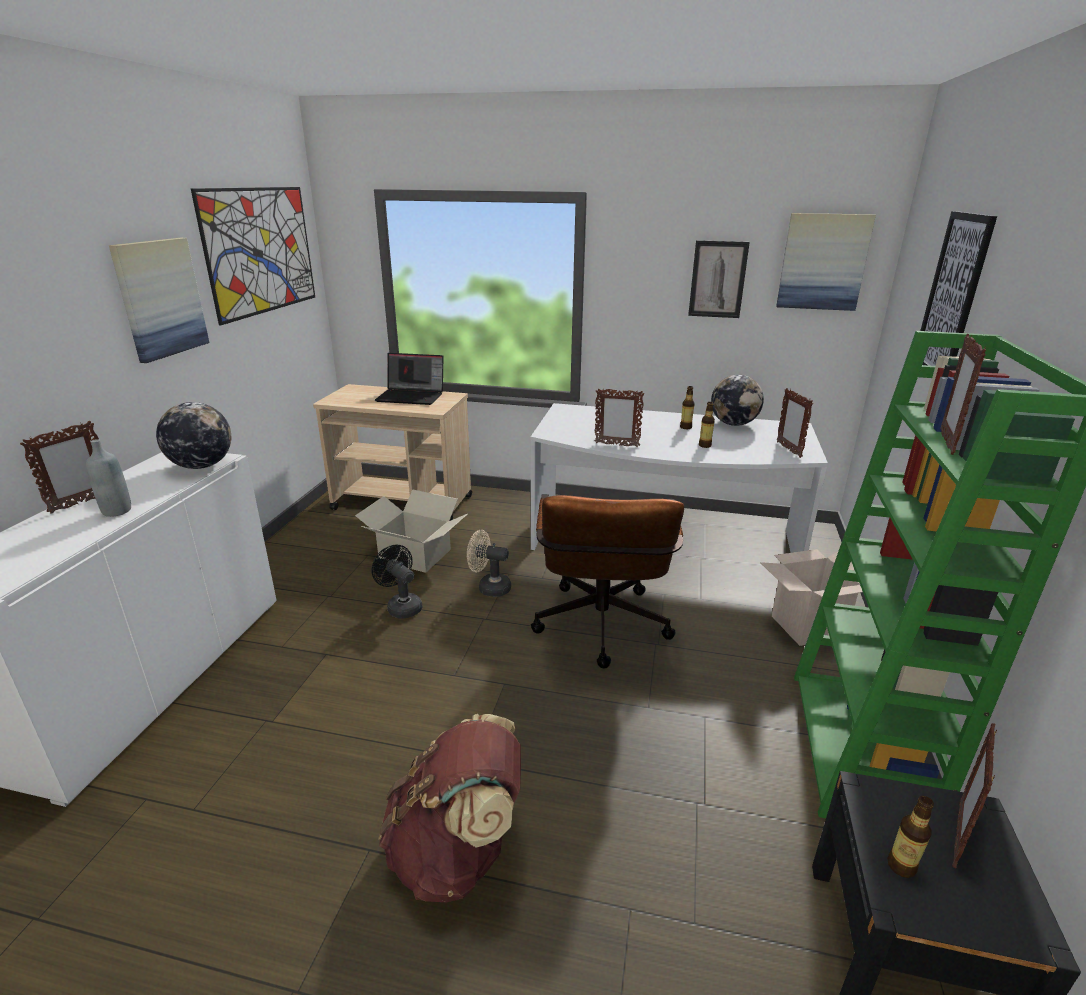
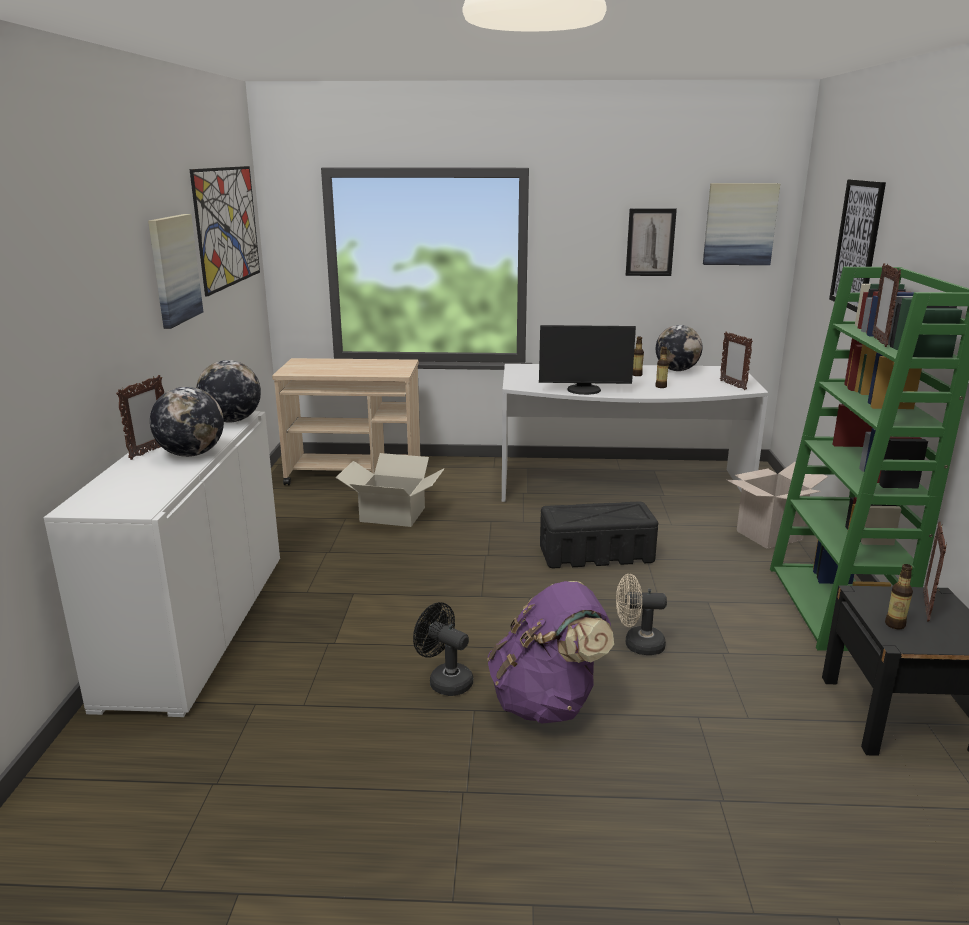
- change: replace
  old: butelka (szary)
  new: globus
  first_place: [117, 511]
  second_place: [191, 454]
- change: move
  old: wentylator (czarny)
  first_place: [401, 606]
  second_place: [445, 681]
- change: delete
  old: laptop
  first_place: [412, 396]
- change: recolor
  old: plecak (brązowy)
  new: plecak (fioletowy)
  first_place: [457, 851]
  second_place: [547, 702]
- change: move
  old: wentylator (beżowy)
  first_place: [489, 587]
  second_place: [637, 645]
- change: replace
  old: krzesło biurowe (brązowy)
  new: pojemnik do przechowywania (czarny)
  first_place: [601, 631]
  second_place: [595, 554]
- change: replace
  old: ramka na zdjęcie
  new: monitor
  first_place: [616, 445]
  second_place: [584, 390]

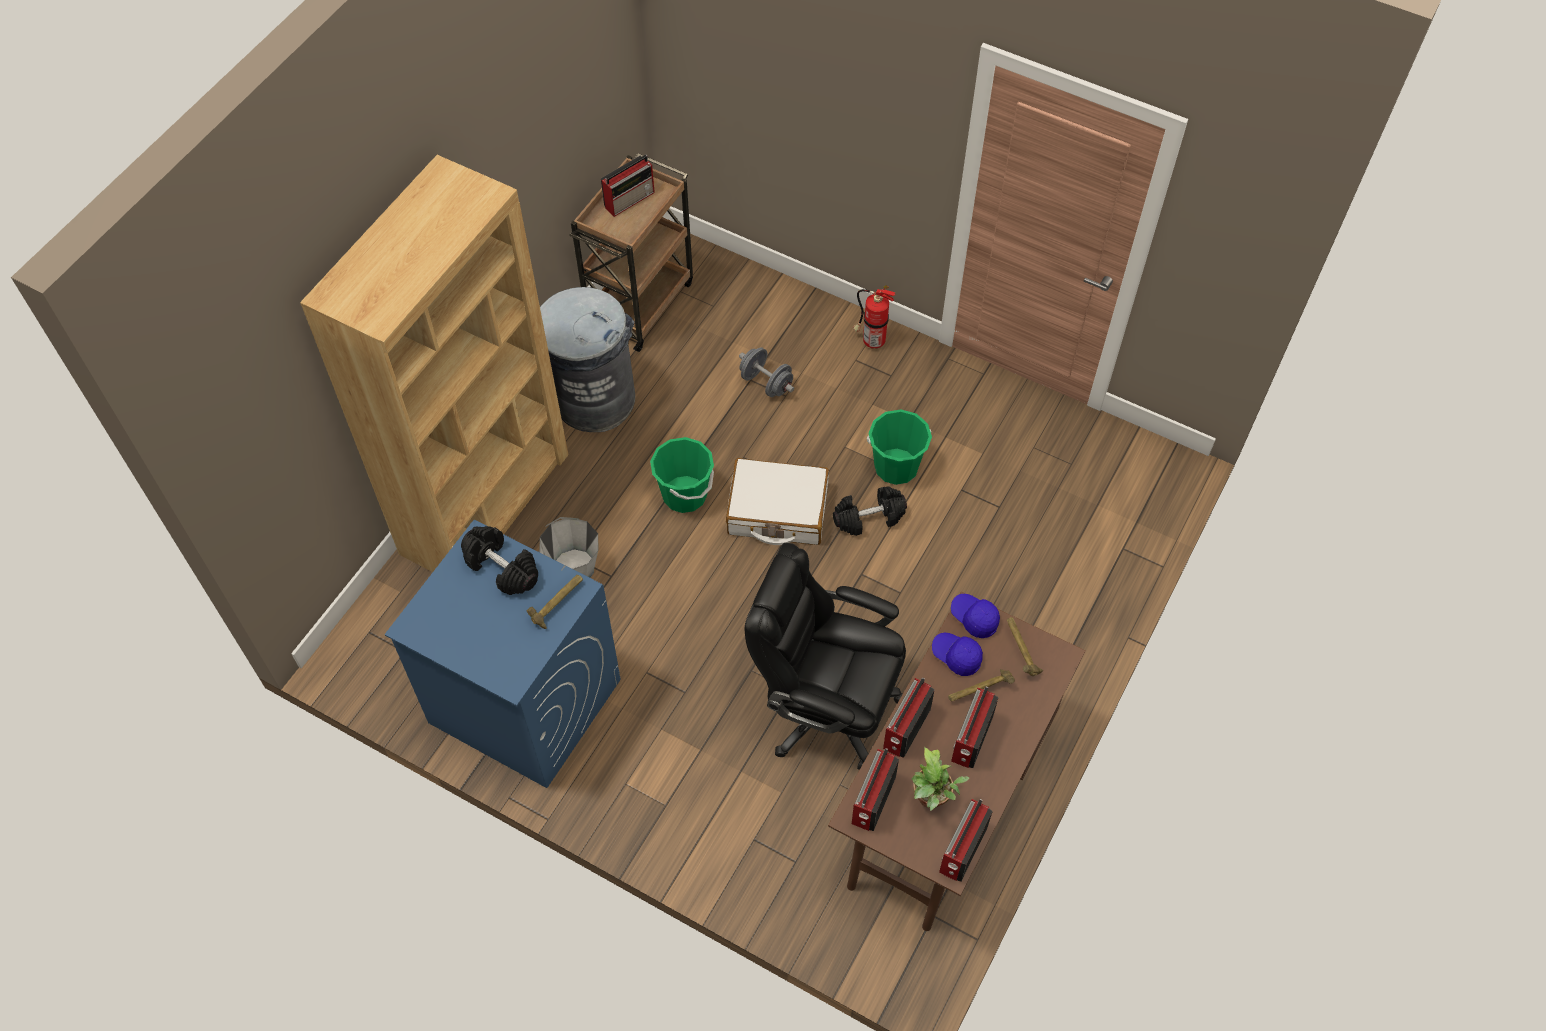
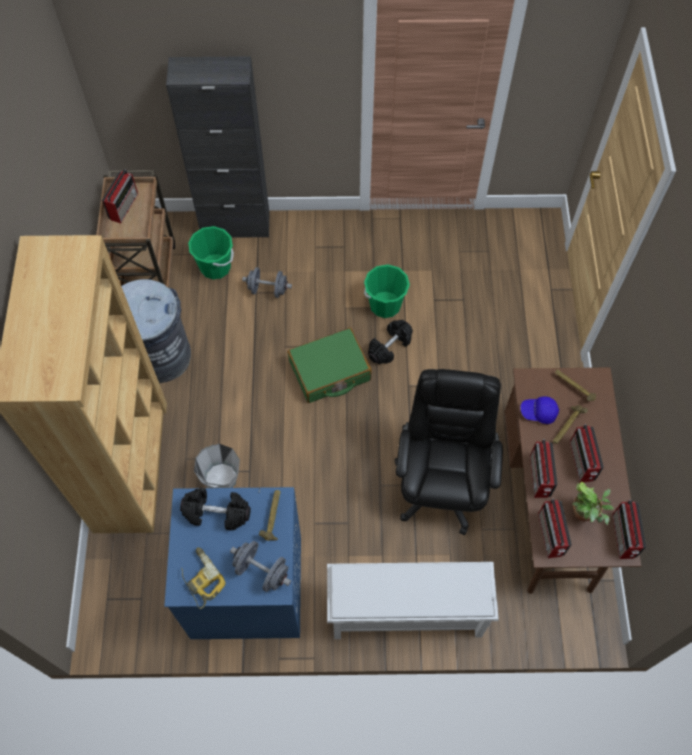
- change: move
  old: wiadro (zielony)
  first_place: [685, 495]
  second_place: [215, 267]
- change: recolor
  old: walizka (biały)
  new: walizka (zielony)
  first_place: [777, 511]
  second_place: [329, 371]
- change: rotate
  old: krzesło biurowe (czarny)
  first_place: [826, 707]
  second_place: [441, 483]
  degrees: 105
- change: delete
  old: gaśnica
  first_place: [871, 341]
- change: delete
  old: czapka z daszkiem (niebieski)
  first_place: [974, 618]
- change: insert
  new: szafka (czarny)
  second_place: [235, 225]
- change: insert
  new: wiertarka
  second_place: [201, 578]
- change: insert
  new: hantel (szary)
  second_place: [261, 571]
- change: insert
  new: regał na buty (biały)
  second_place: [405, 614]

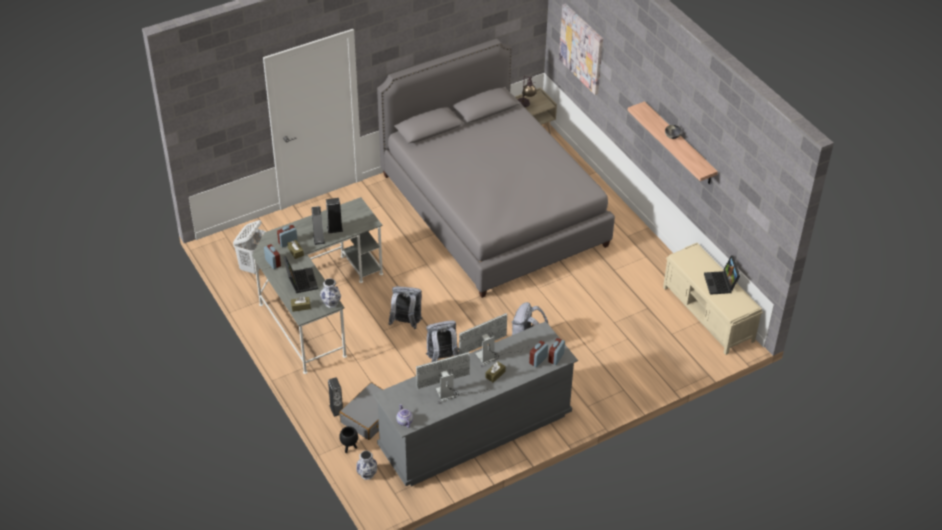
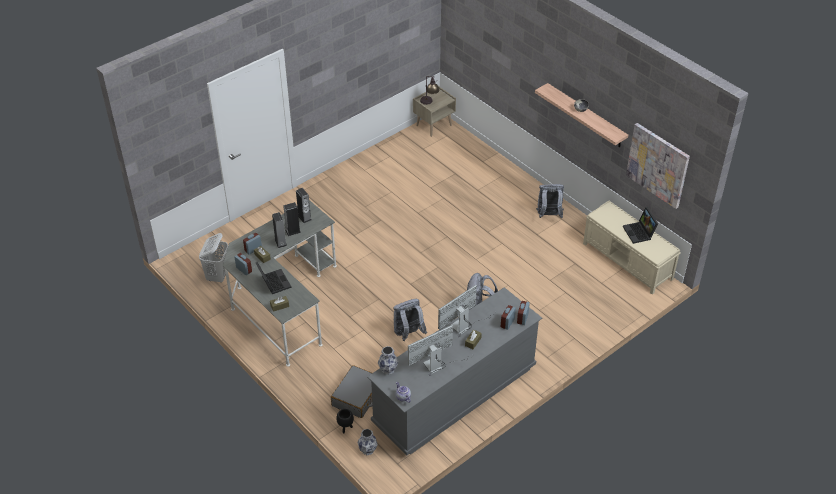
- change: move
  old: wazon
  first_place: [331, 303]
  second_place: [388, 369]
- change: move
  old: głośnik
  first_place: [336, 409]
  second_place: [304, 217]
- change: delete
  old: łóżko (szary)
  first_place: [493, 210]
- change: move
  old: plecak (szary)
  first_place: [406, 323]
  second_place: [548, 215]
- change: move
  old: obraz
  first_place: [582, 48]
  second_place: [658, 165]

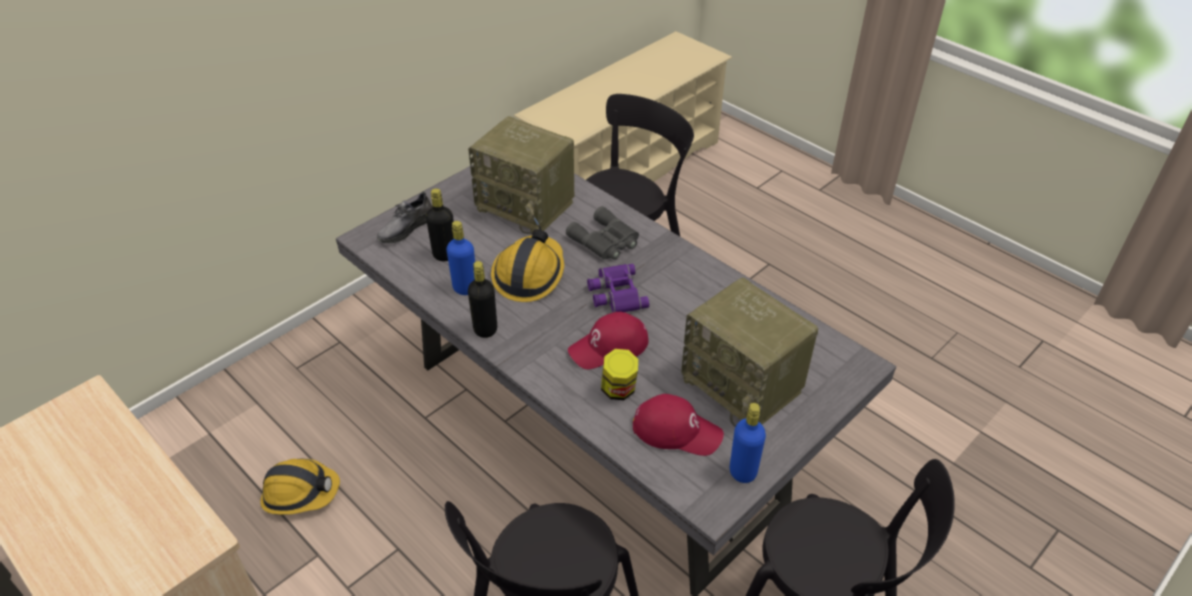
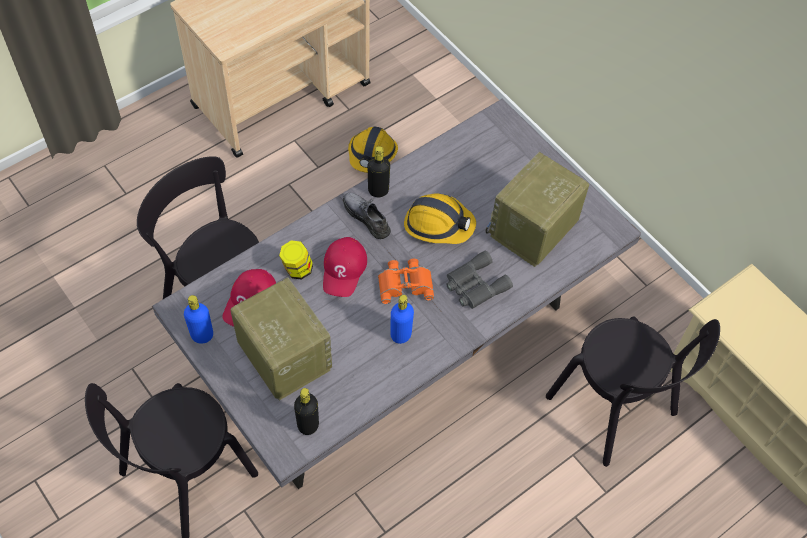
- change: move
  old: but (szary)
  first_place: [406, 228]
  second_place: [367, 217]
- change: move
  old: butelka (czarny)
  first_place: [445, 255]
  second_place: [308, 425]
- change: move
  old: butelka (niebieski)
  first_place: [465, 288]
  second_place: [401, 335]
- change: rotate
  old: czapka z daszkiem (czerwony)
  first_place: [609, 347]
  second_place: [344, 269]
  degrees: -150
- change: recolor
  old: lornetka (fioletowy)
  new: lornetka (pomarańczowy)
  first_place: [615, 293]
  second_place: [405, 283]
- change: rotate
  old: radio
  first_place: [744, 386]
  second_place: [283, 356]
  degrees: 90

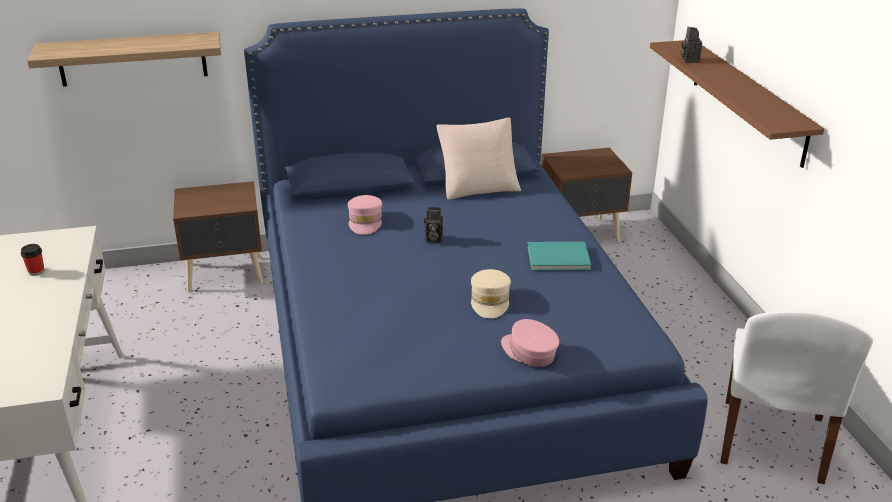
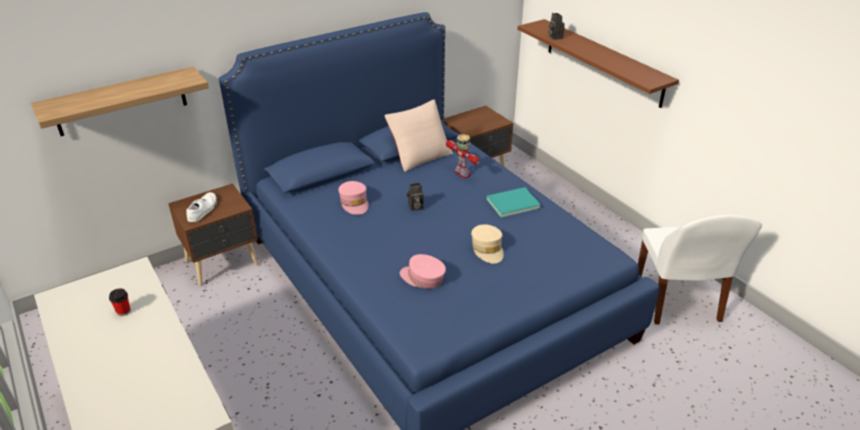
- change: move
  old: czapka z daszkiem (różowy)
  first_place: [529, 352]
  second_place: [422, 278]
- change: insert
  new: but (biały)
  second_place: [203, 210]
- change: insert
  new: robot zabawkowy
  second_place: [463, 174]

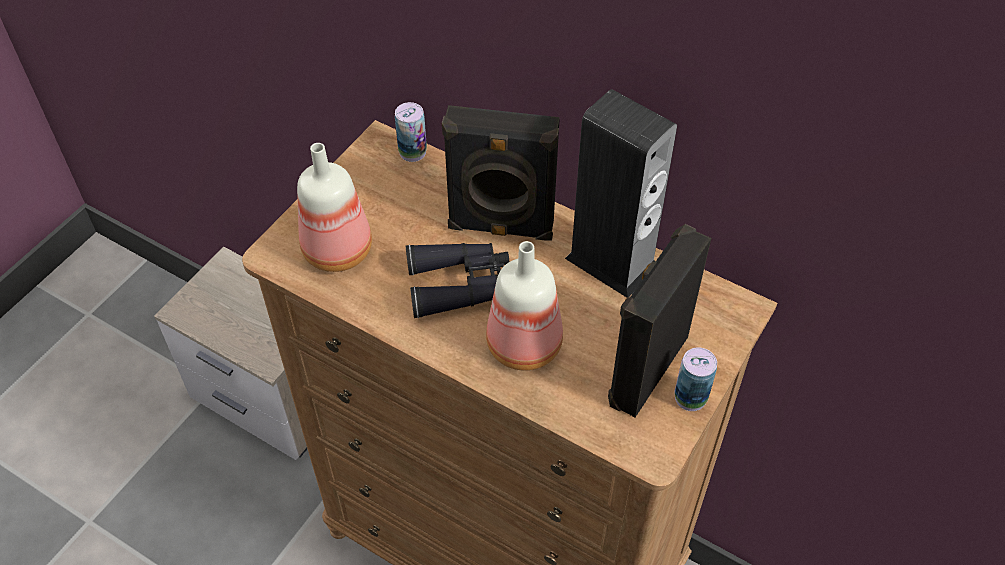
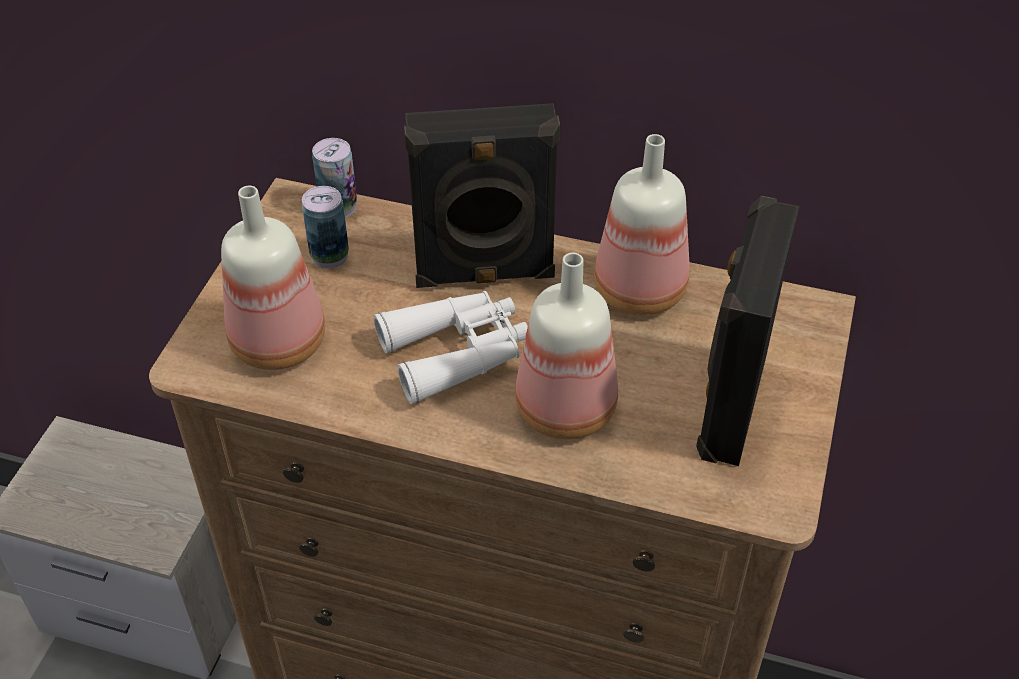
- change: recolor
  old: lornetka (czarny)
  new: lornetka (biały)
  first_place: [460, 285]
  second_place: [457, 353]
- change: replace
  old: głośnik
  new: butelka
  first_place: [611, 262]
  second_place: [638, 288]
- change: move
  old: puszka
  first_place: [690, 397]
  second_place: [329, 255]

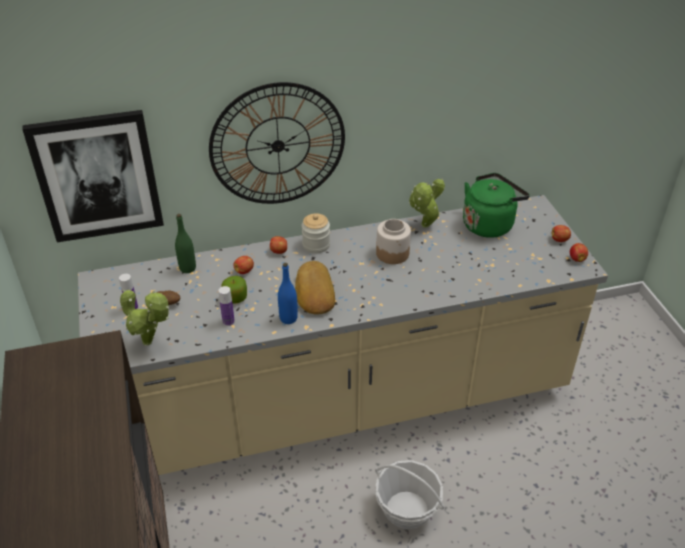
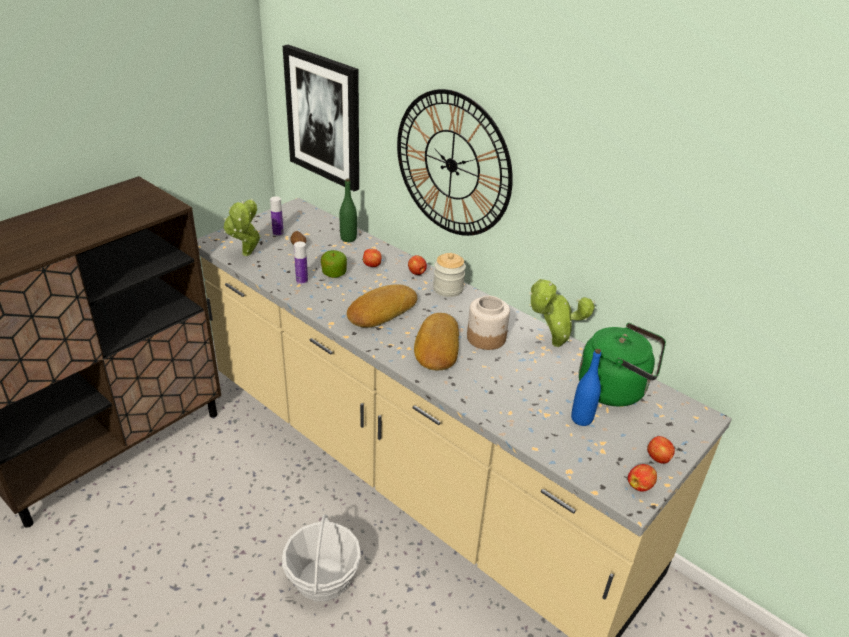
- change: move
  old: butelka (niebieski)
  first_place: [288, 318]
  second_place: [581, 419]
- change: insert
  new: chleb
  second_place: [436, 347]

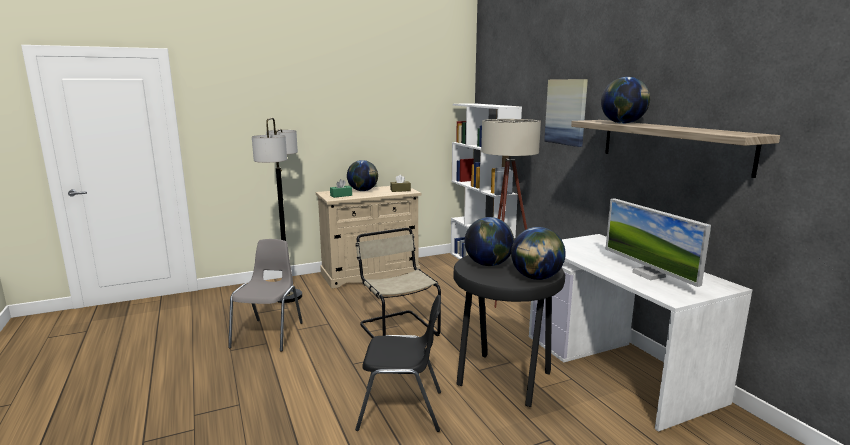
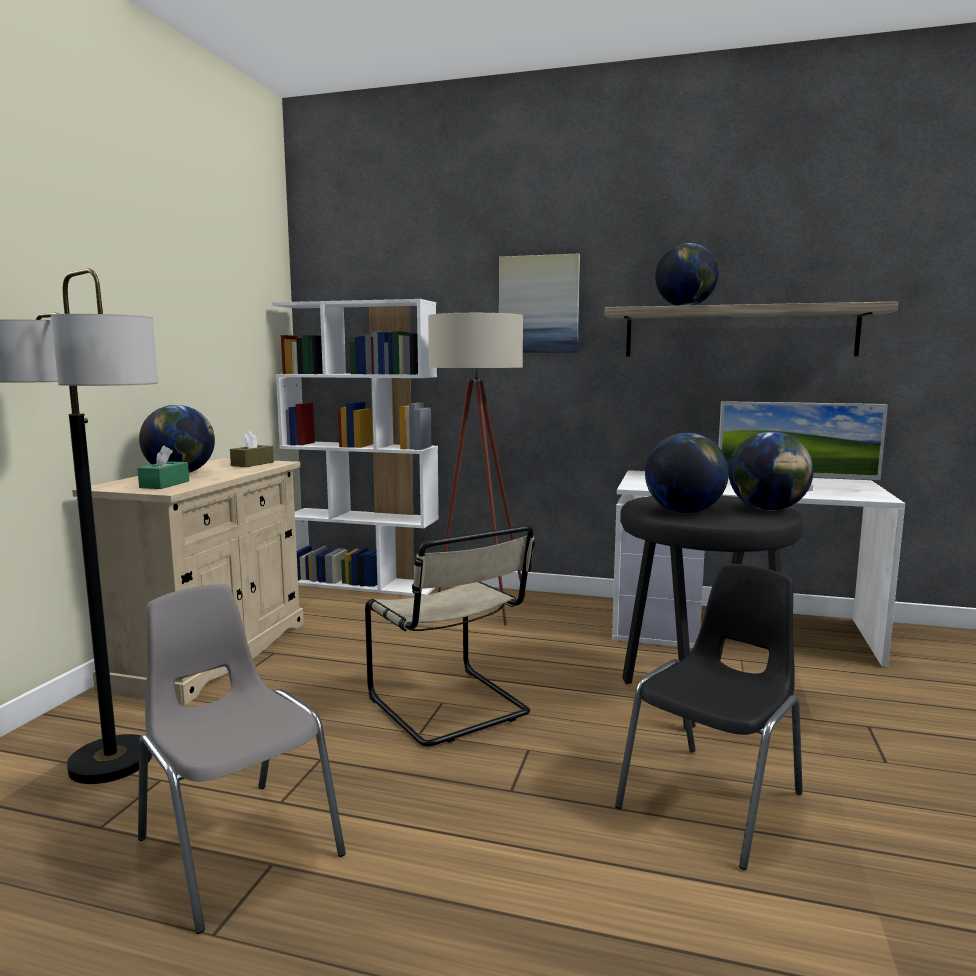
- change: rotate
  old: krzesło (beżowy)
  first_place: [397, 329]
  second_place: [451, 708]
  degrees: -135

